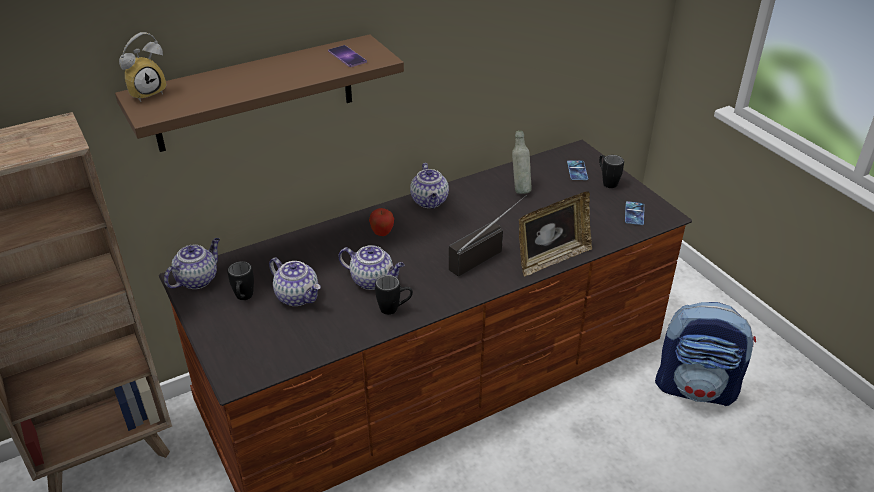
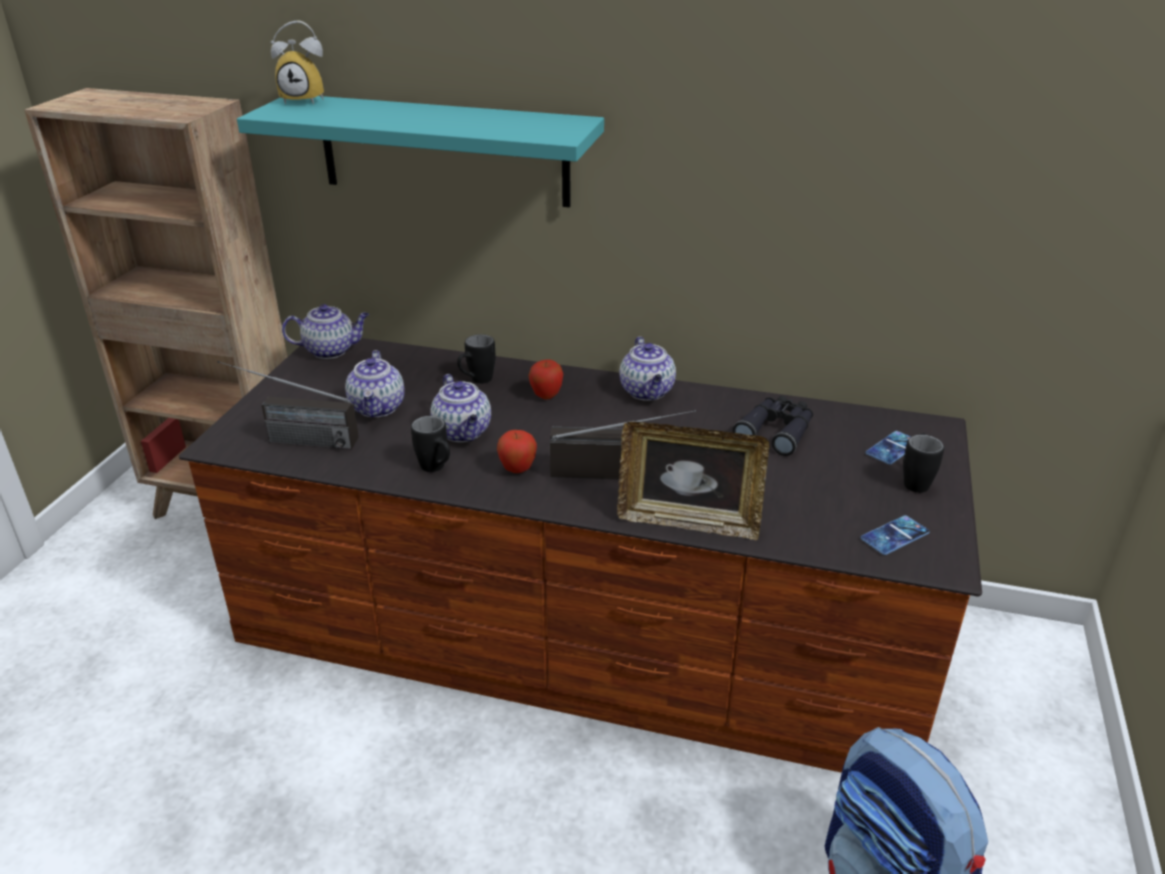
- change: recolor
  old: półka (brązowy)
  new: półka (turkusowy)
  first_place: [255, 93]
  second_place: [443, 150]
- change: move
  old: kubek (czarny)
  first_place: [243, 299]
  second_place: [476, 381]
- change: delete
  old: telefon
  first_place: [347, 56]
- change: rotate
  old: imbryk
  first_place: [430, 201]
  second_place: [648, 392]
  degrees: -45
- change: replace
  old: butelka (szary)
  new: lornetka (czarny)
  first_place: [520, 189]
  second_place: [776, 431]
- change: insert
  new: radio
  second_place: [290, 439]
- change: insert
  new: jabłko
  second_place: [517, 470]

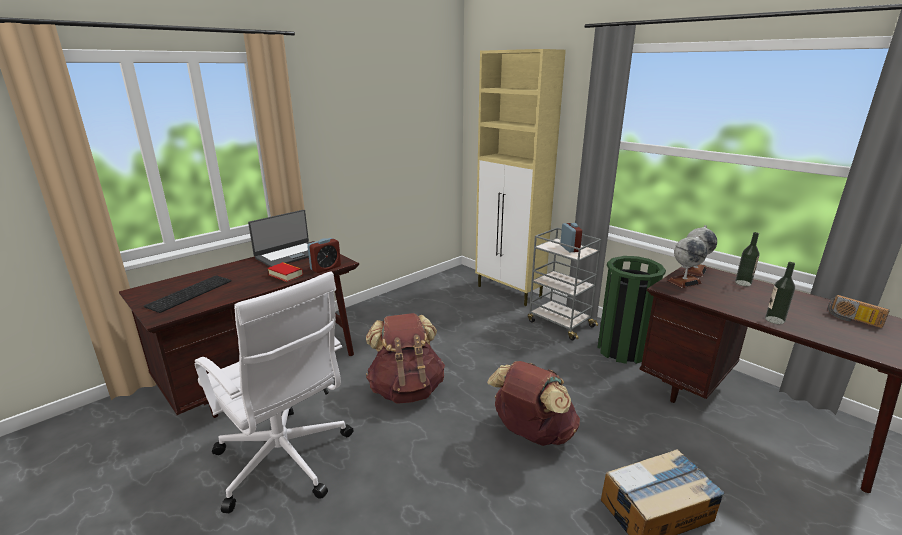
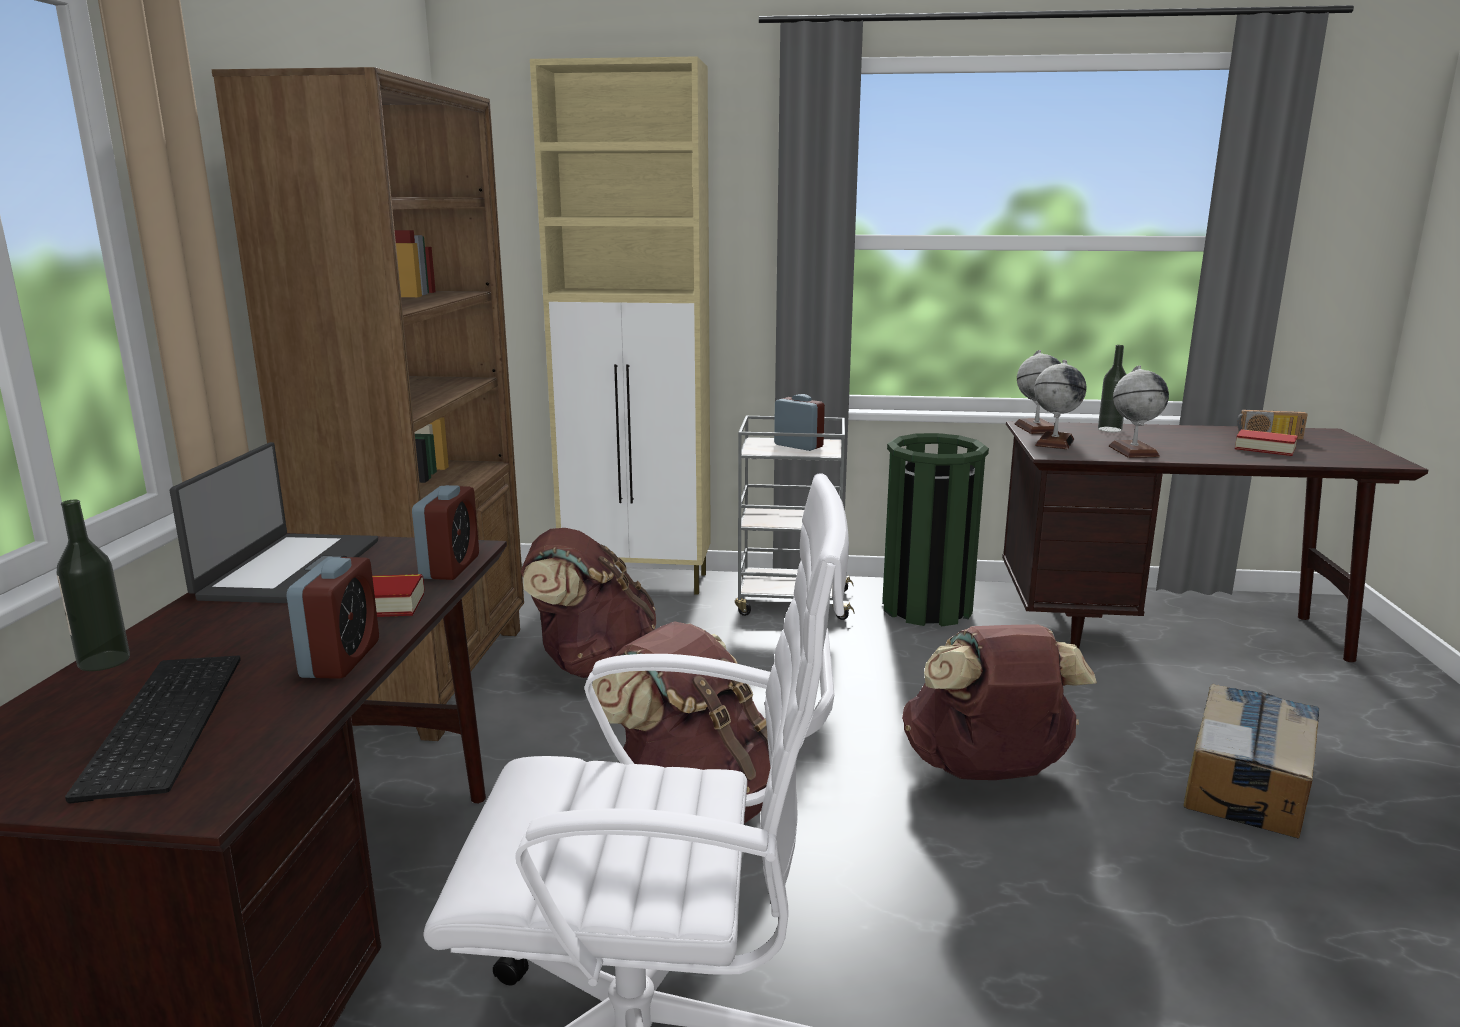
- change: move
  old: butelka
  first_place: [774, 320]
  second_place: [104, 661]
- change: insert
  new: regał (brązowy)
  second_place: [431, 675]
- change: insert
  new: budzik
  second_place: [341, 659]
- change: insert
  new: plecak (brązowy)
  second_place: [591, 665]
- change: insert
  new: globus
  second_place: [1133, 451]
- change: insert
  new: książka
  second_place: [1265, 448]

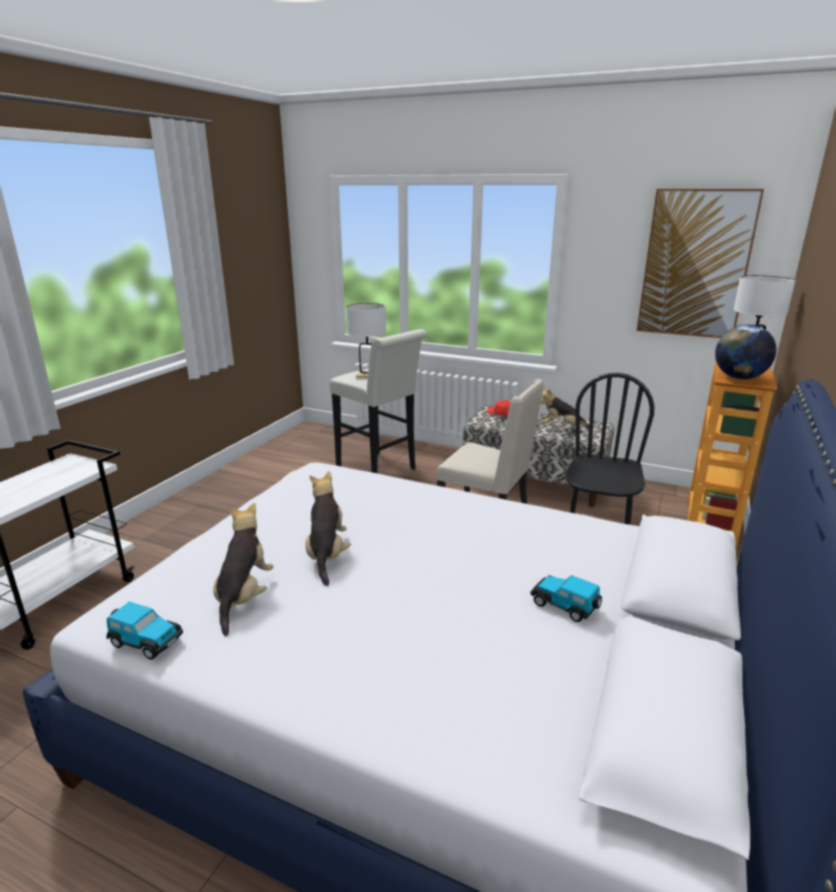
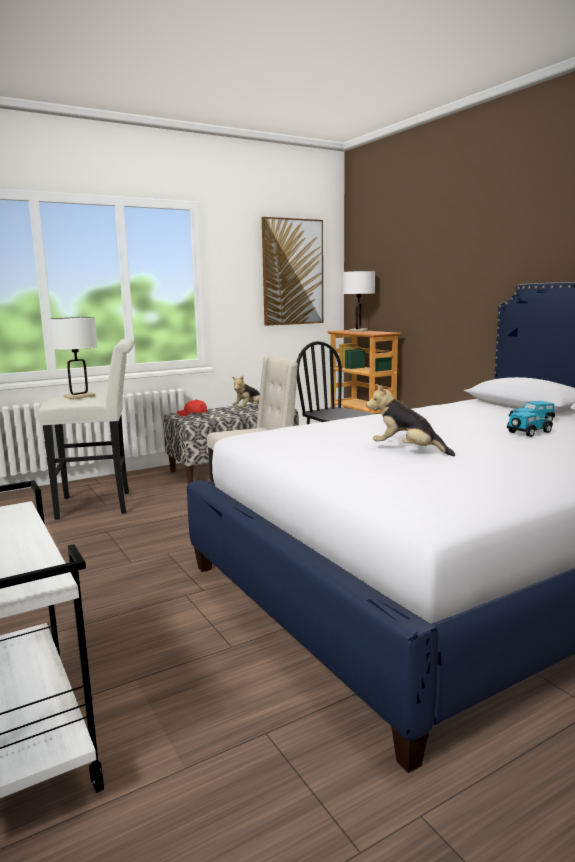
- change: move
  old: samochodzik
  first_place: [145, 641]
  second_place: [528, 432]
- change: delete
  old: pluszak
  first_place: [244, 596]
- change: delete
  old: globus
  first_place: [739, 378]

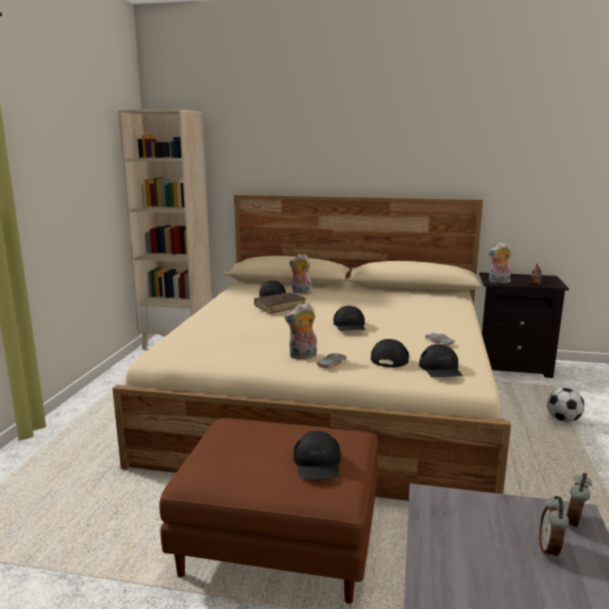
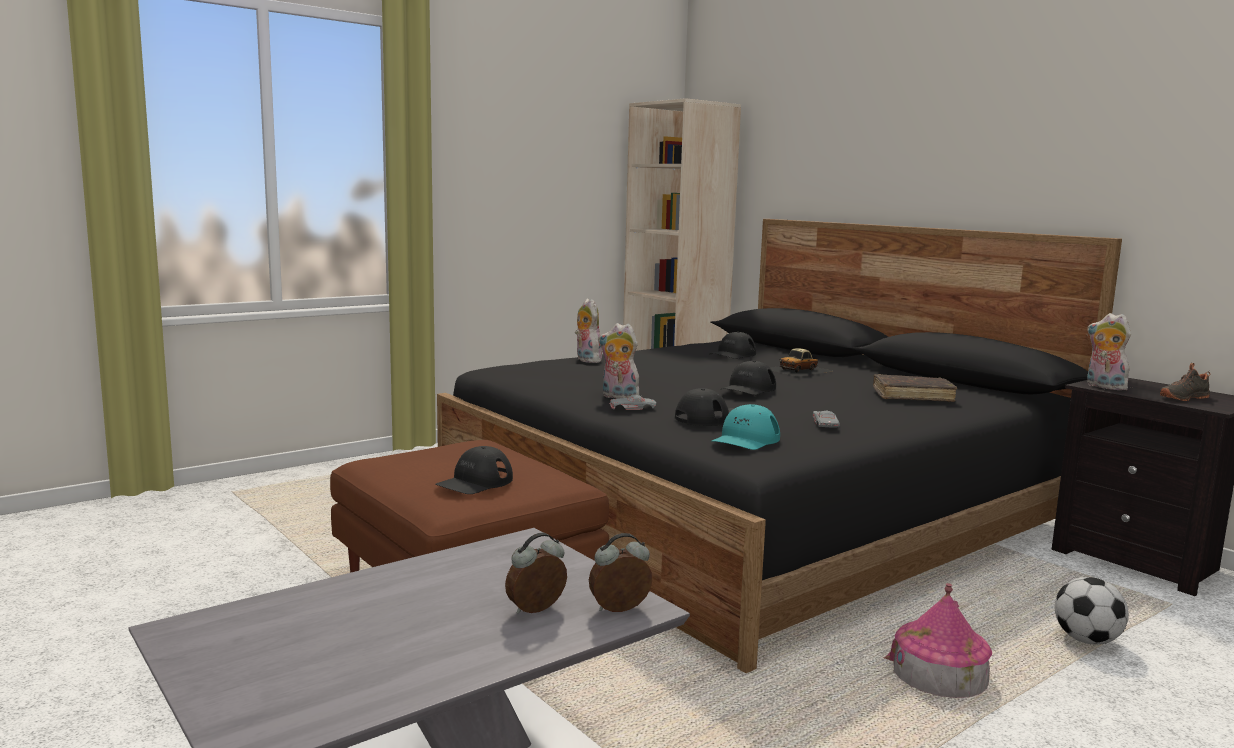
- change: recolor
  old: łóżko (beżowy)
  new: łóżko (czarny)
  first_place: [331, 399]
  second_place: [754, 510]
- change: move
  old: książka (brązowy)
  first_place: [279, 307]
  second_place: [912, 396]
- change: move
  old: pluszak
  first_place: [300, 293]
  second_place: [586, 360]
- change: recolor
  old: czapka z daszkiem (czarny)
  new: czapka z daszkiem (turkusowy)
  first_place: [440, 369]
  second_place: [745, 440]
- change: insert
  new: samochodzik
  second_place: [798, 369]
- change: insert
  new: domek
  second_place: [939, 674]

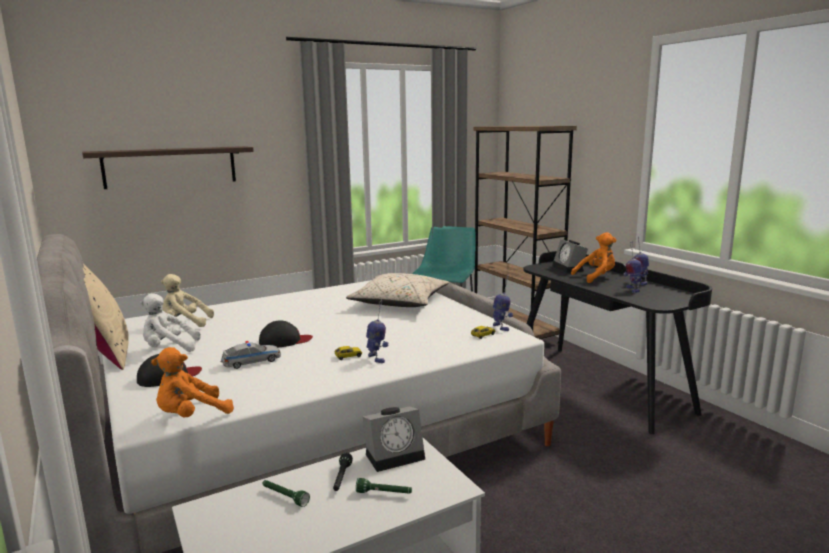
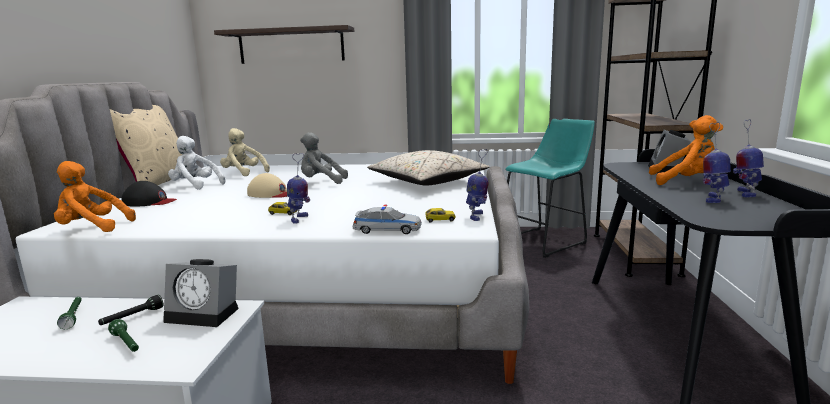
- change: move
  old: samochodzik
  first_place: [251, 361]
  second_place: [387, 230]
- change: recolor
  old: czapka z daszkiem (czarny)
  new: czapka z daszkiem (beżowy)
  first_place: [284, 341]
  second_place: [271, 194]
- change: insert
  new: pluszak (szary)
  second_place: [321, 182]

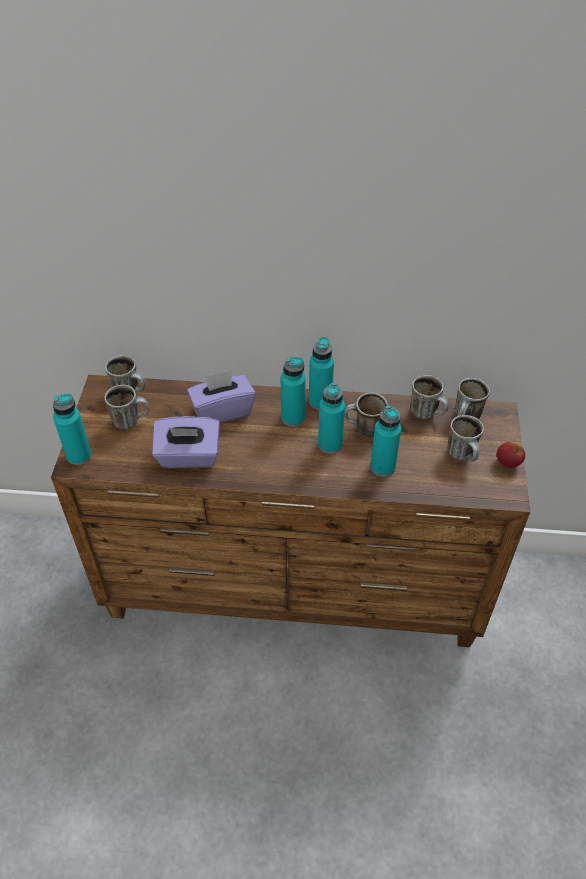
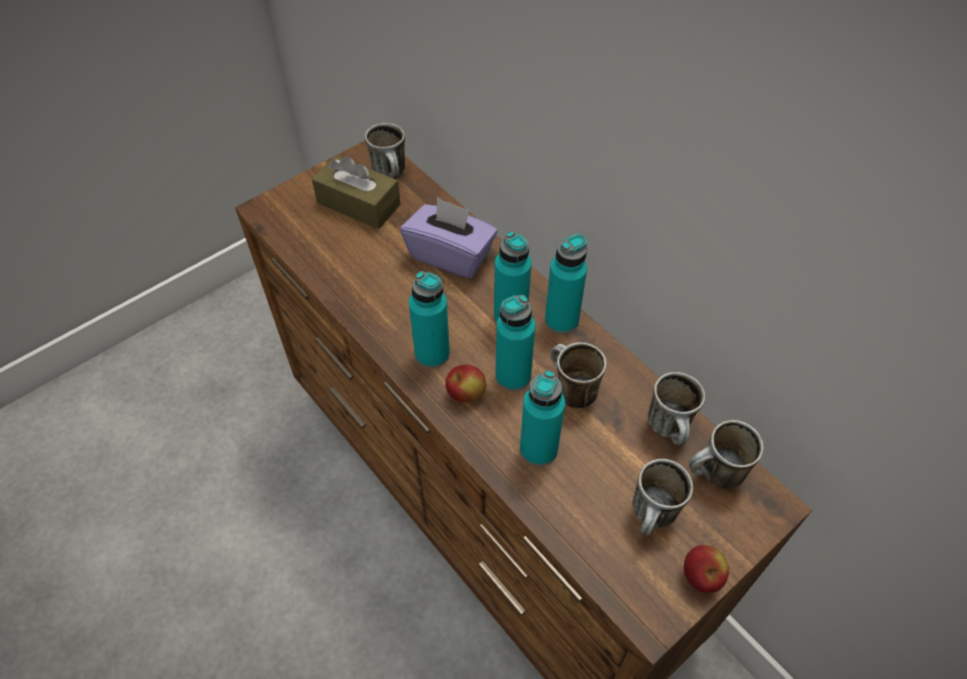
- change: move
  old: butelka (turkusowy)
  first_place: [79, 455]
  second_place: [432, 354]
- change: replace
  old: kubek
  new: pudełko chusteczek (brązowy)
  first_place: [131, 421]
  second_place: [358, 204]
- change: delete
  old: pudełko chusteczek (fioletowy)
  first_place: [188, 456]
- change: insert
  new: jabłko
  second_place: [466, 394]

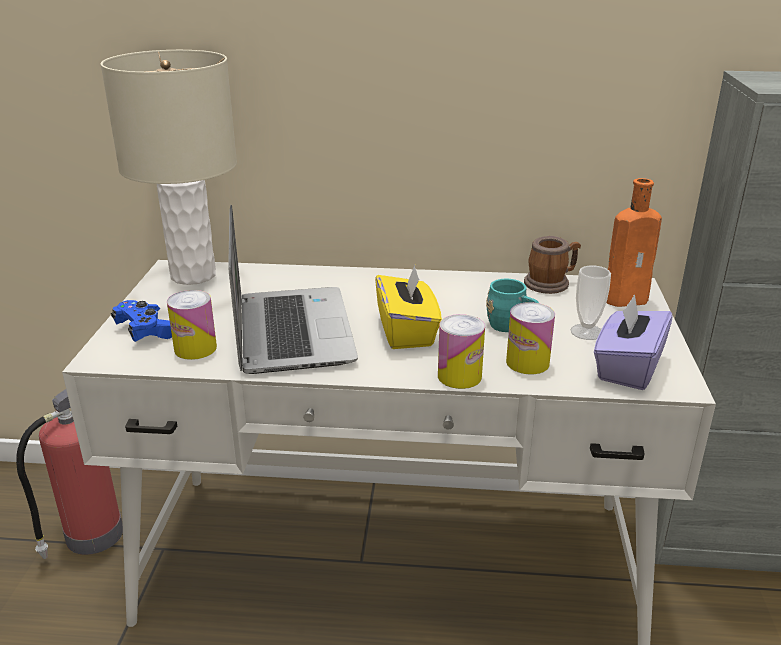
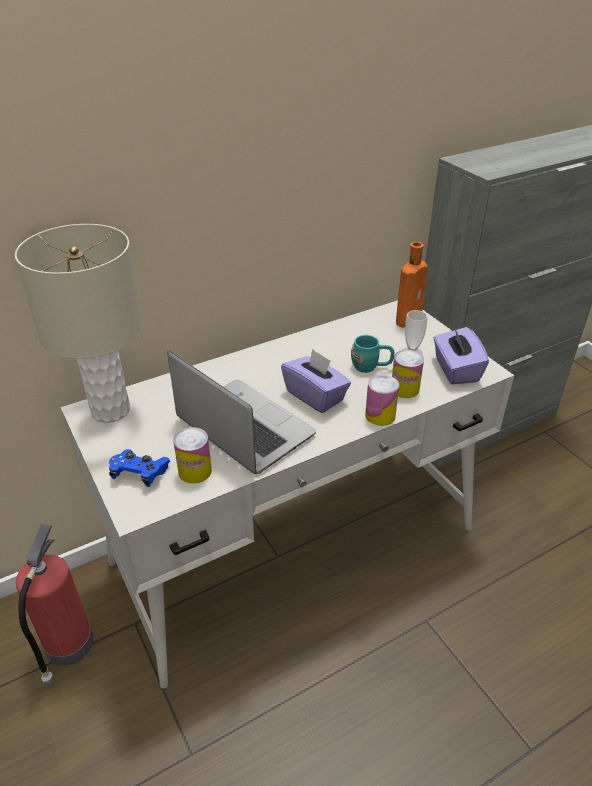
- change: recolor
  old: pudełko chusteczek (żółty)
  new: pudełko chusteczek (fioletowy)
  first_place: [407, 332]
  second_place: [315, 396]
- change: delete
  old: kubek
  first_place: [551, 283]

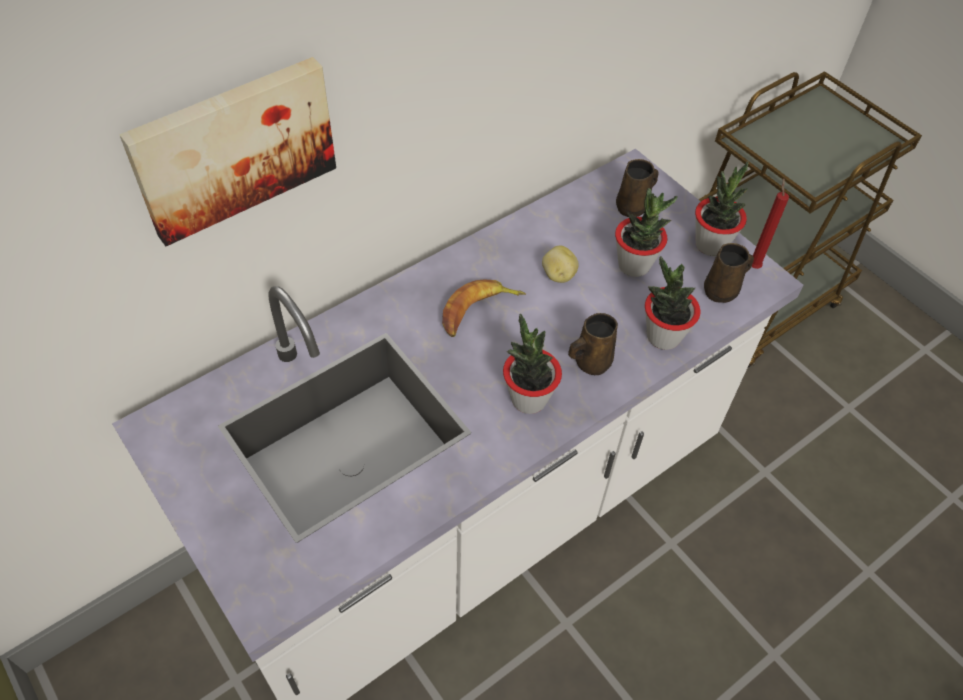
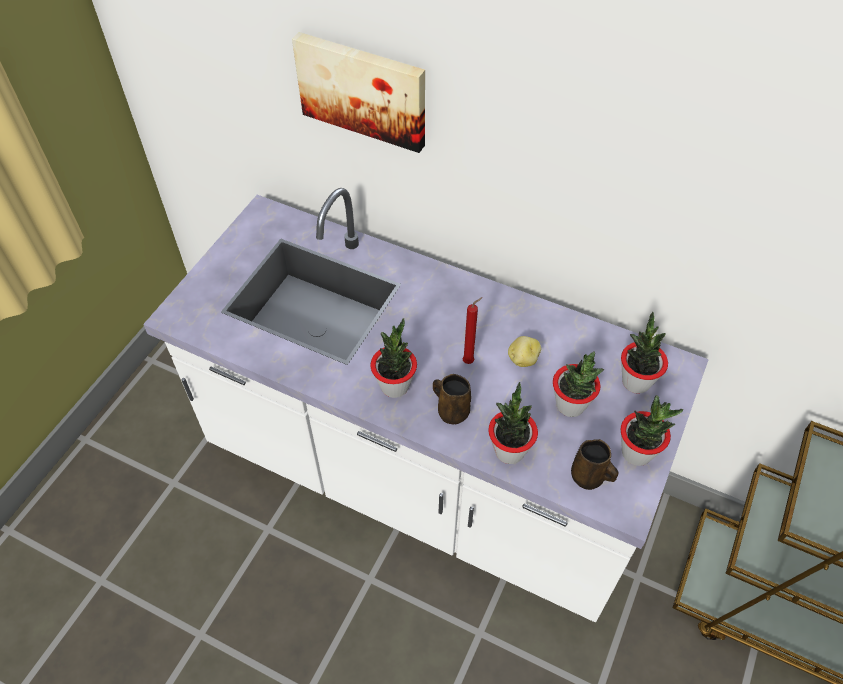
- change: delete
  old: banan
  first_place: [478, 312]
- change: replace
  old: kubek (brązowy)
  new: roślina doniczkowa
  first_place: [633, 207]
  second_place: [636, 381]
- change: move
  old: świeca (czerwony)
  first_place: [753, 265]
  second_place: [470, 361]

